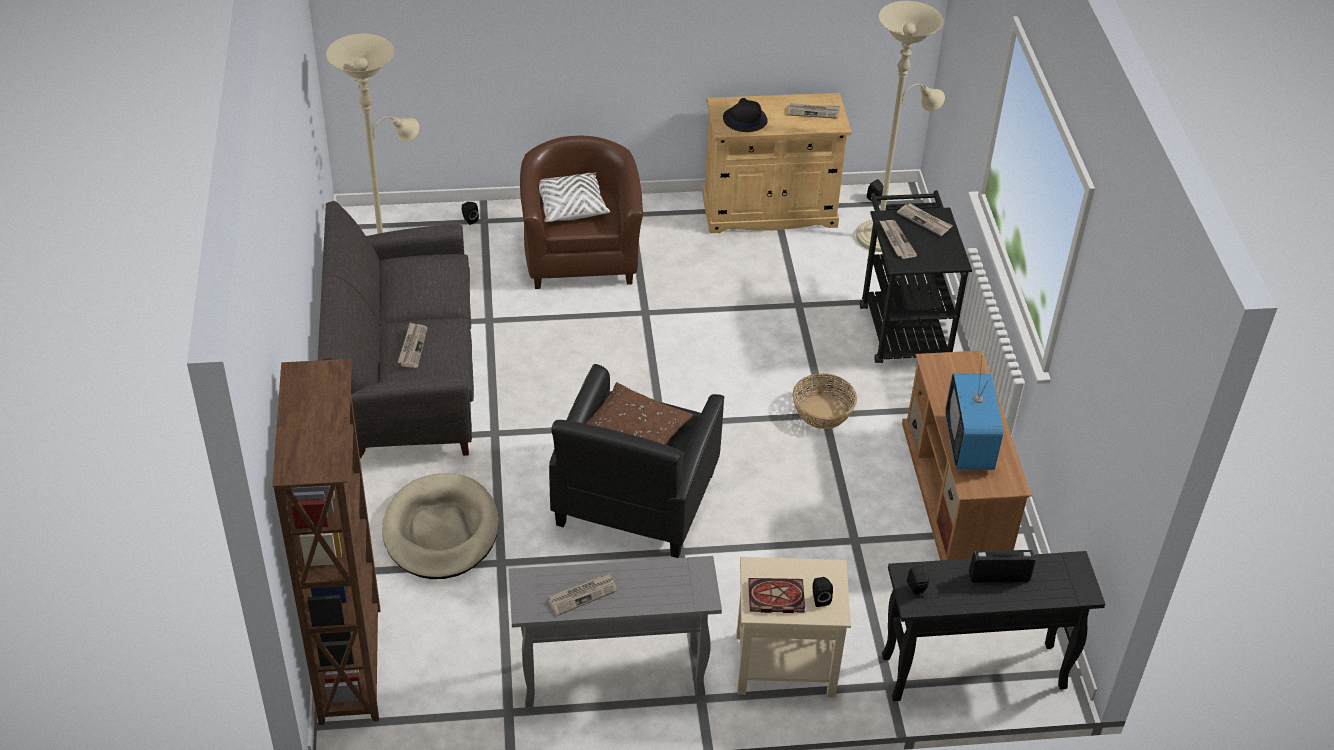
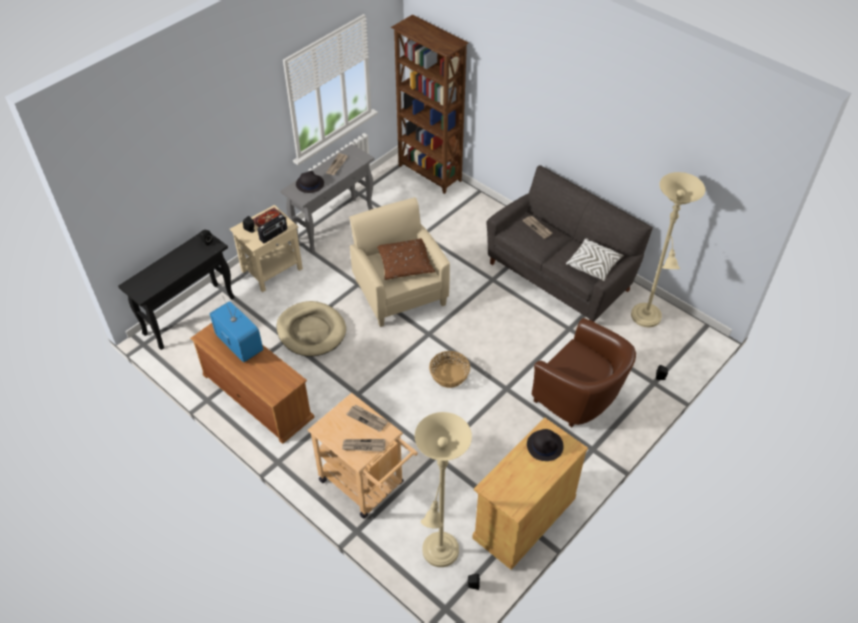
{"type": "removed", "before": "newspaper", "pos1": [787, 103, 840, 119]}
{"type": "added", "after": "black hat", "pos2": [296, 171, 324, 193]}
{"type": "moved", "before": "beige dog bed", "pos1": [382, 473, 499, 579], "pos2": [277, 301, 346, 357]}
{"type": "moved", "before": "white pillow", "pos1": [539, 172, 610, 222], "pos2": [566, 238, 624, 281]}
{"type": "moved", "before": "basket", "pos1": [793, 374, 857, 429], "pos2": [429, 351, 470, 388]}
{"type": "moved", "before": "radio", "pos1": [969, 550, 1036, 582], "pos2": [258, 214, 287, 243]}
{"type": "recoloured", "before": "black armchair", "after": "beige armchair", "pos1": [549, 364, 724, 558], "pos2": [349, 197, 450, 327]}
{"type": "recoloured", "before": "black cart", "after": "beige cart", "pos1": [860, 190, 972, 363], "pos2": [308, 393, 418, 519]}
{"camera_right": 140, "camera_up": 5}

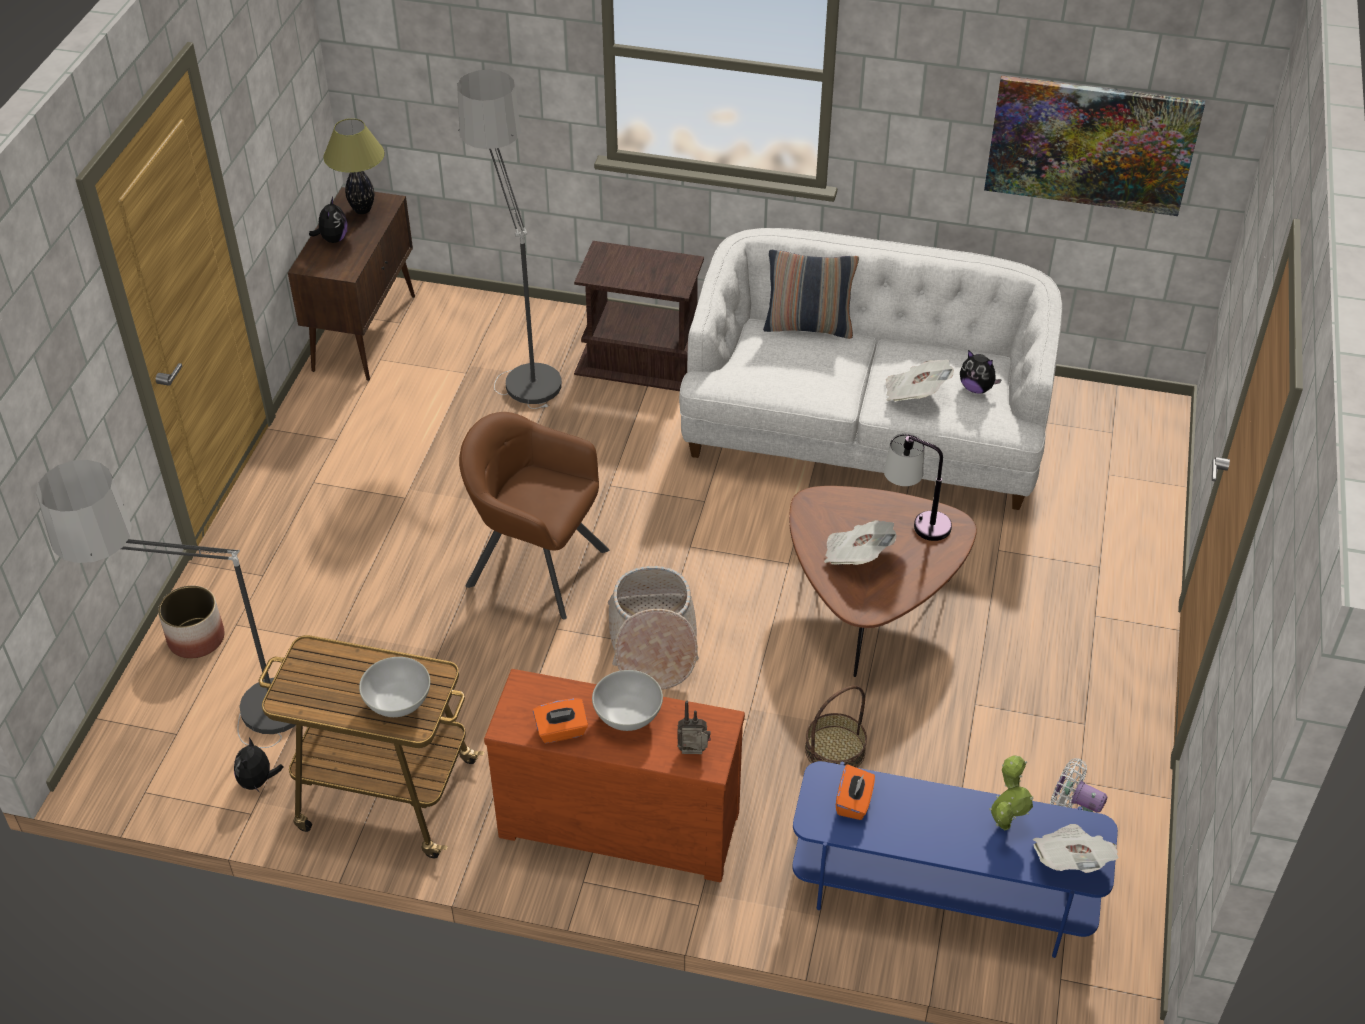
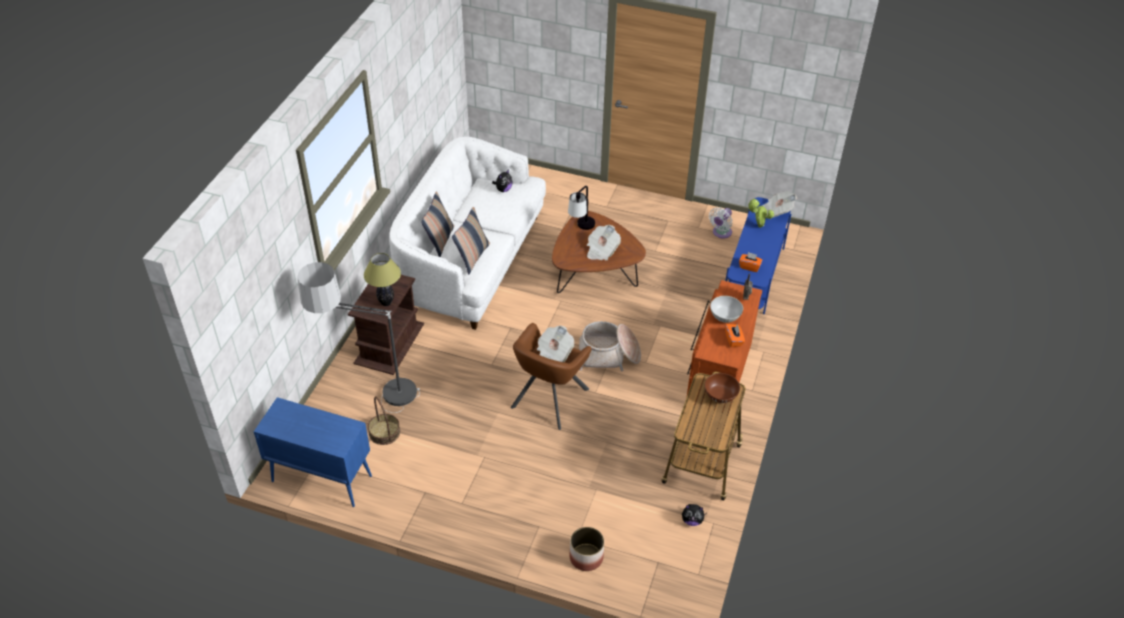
{"type": "removed", "before": "floor lamp", "pos1": [36, 460, 296, 748]}
{"type": "removed", "before": "plush toy", "pos1": [309, 197, 348, 243]}
{"type": "removed", "before": "picture", "pos1": [984, 75, 1205, 216]}
{"type": "added", "after": "pillow", "pos2": [452, 207, 490, 274]}
{"type": "moved", "before": "table lamp", "pos1": [323, 118, 384, 214], "pos2": [364, 253, 401, 306]}
{"type": "moved", "before": "basket", "pos1": [805, 685, 867, 768], "pos2": [368, 396, 400, 445]}
{"type": "moved", "before": "newspaper", "pos1": [886, 360, 954, 401], "pos2": [537, 325, 575, 362]}
{"type": "recoloured", "before": "brown cabinet", "after": "blue cabinet", "pos1": [288, 187, 415, 381], "pos2": [254, 397, 372, 507]}
{"type": "recoloured", "before": "white bowl", "after": "brown bowl", "pos1": [359, 657, 430, 717], "pos2": [705, 373, 740, 403]}
{"camera_right": -85, "camera_up": 0}

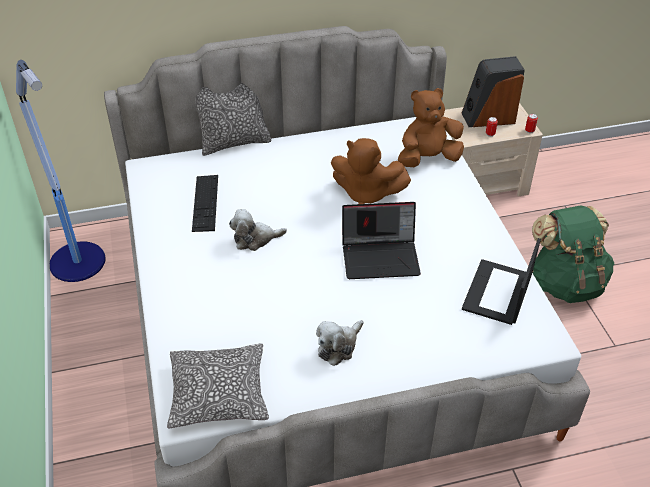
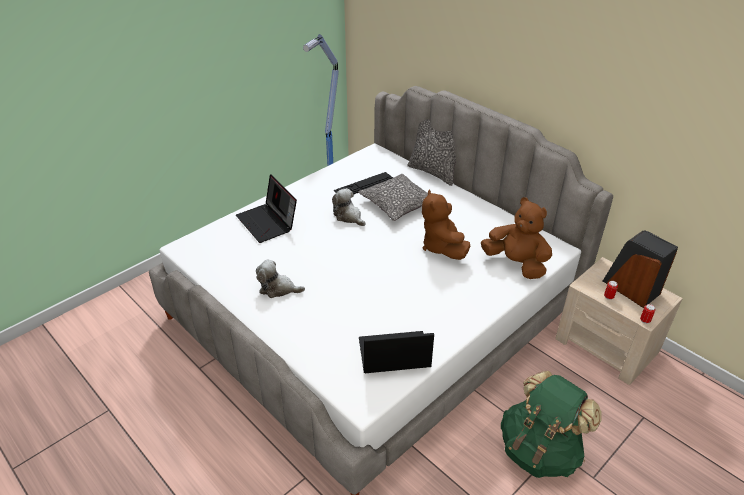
{"type": "moved", "before": "pillow", "pos1": [167, 343, 269, 428], "pos2": [358, 174, 428, 221]}
{"type": "moved", "before": "laptop", "pos1": [342, 202, 421, 279], "pos2": [236, 174, 297, 243]}
{"camera_right": 60, "camera_up": -5}

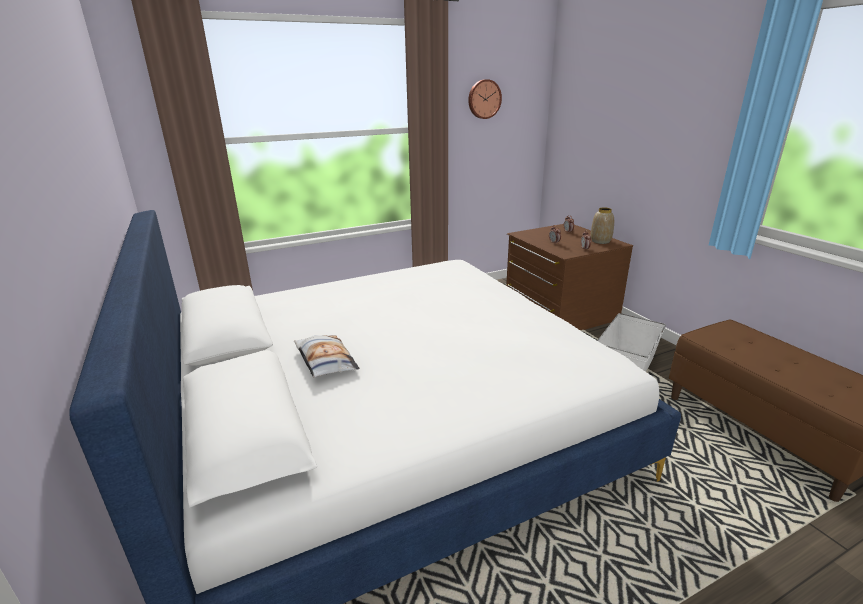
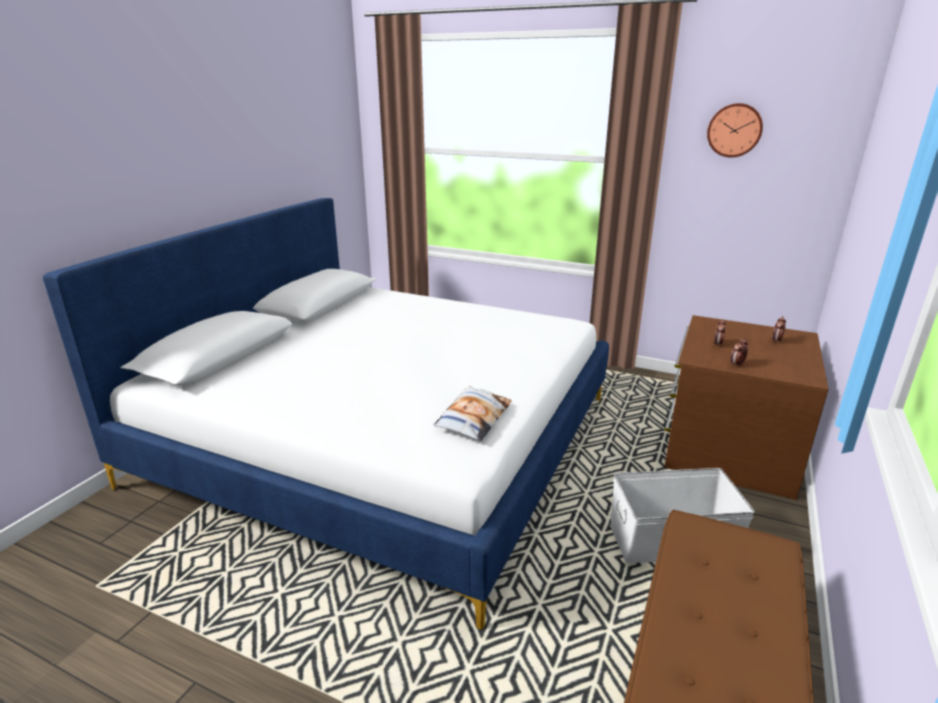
{"type": "removed", "before": "vase", "pos1": [591, 208, 614, 244]}
{"type": "moved", "before": "pillow", "pos1": [294, 335, 359, 378], "pos2": [434, 386, 511, 441]}
{"camera_right": 50, "camera_up": 0}

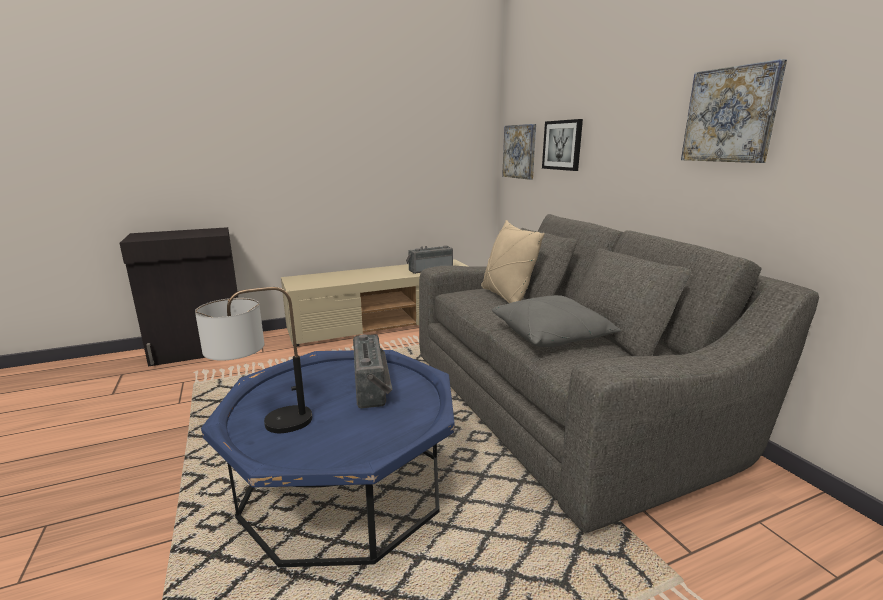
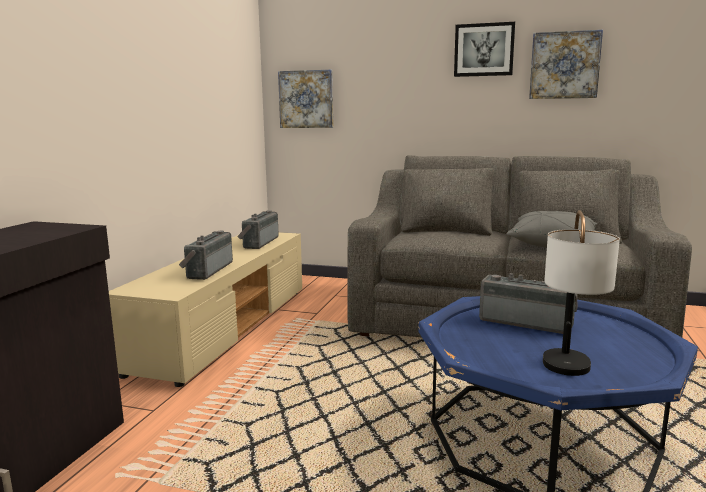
{"type": "removed", "before": "beige pillow", "pos1": [481, 220, 545, 303]}
{"type": "added", "after": "radio", "pos2": [179, 231, 233, 280]}
{"type": "moved", "before": "picture", "pos1": [542, 119, 583, 171], "pos2": [454, 22, 515, 77]}
{"camera_right": -50, "camera_up": -5}

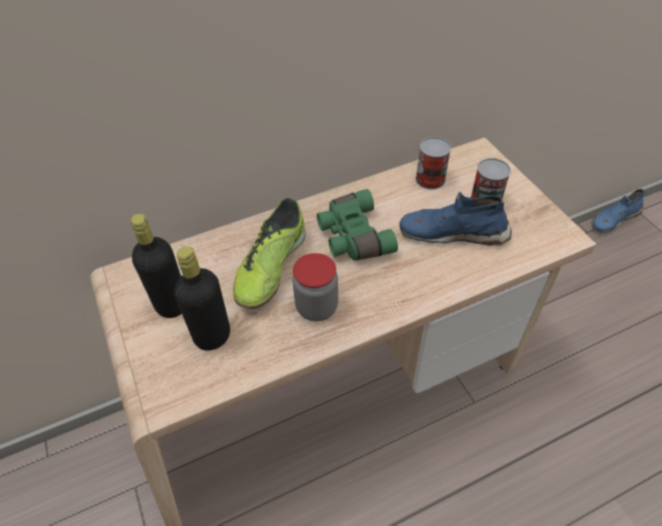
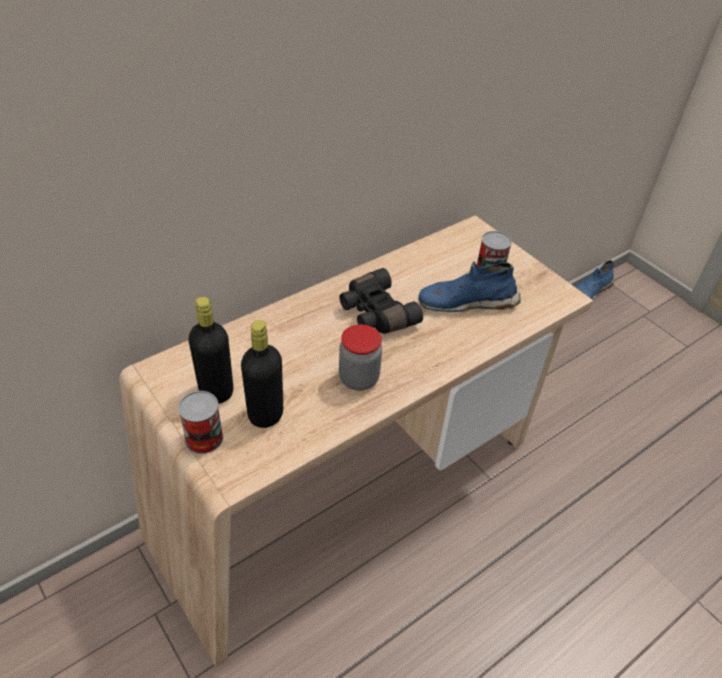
{"type": "removed", "before": "shoe", "pos1": [233, 198, 306, 309]}
{"type": "moved", "before": "can", "pos1": [416, 137, 451, 189], "pos2": [178, 391, 223, 454]}
{"type": "recoloured", "before": "green binoculars", "after": "black binoculars", "pos1": [317, 189, 398, 260], "pos2": [340, 268, 423, 334]}
{"camera_right": -15, "camera_up": -5}

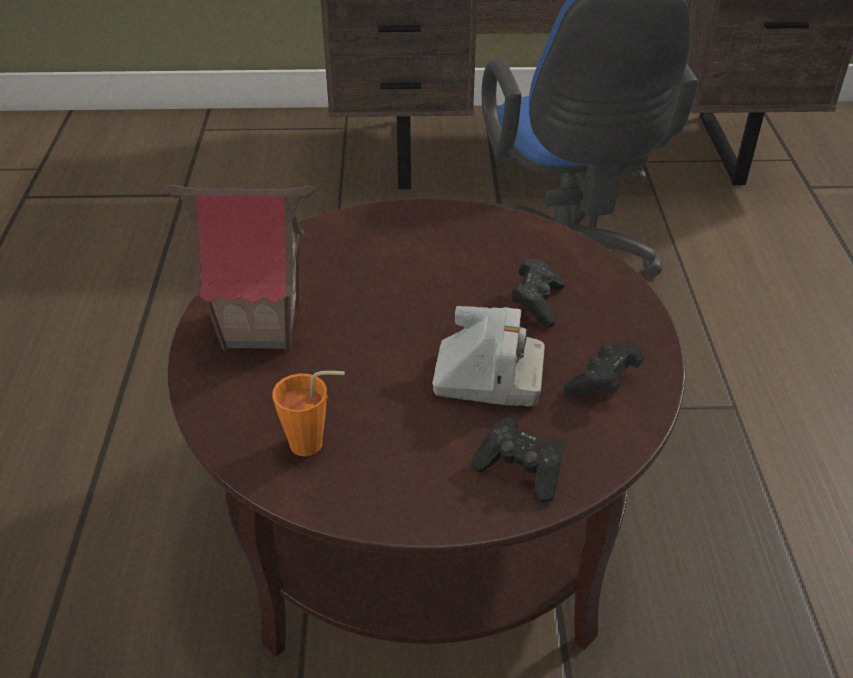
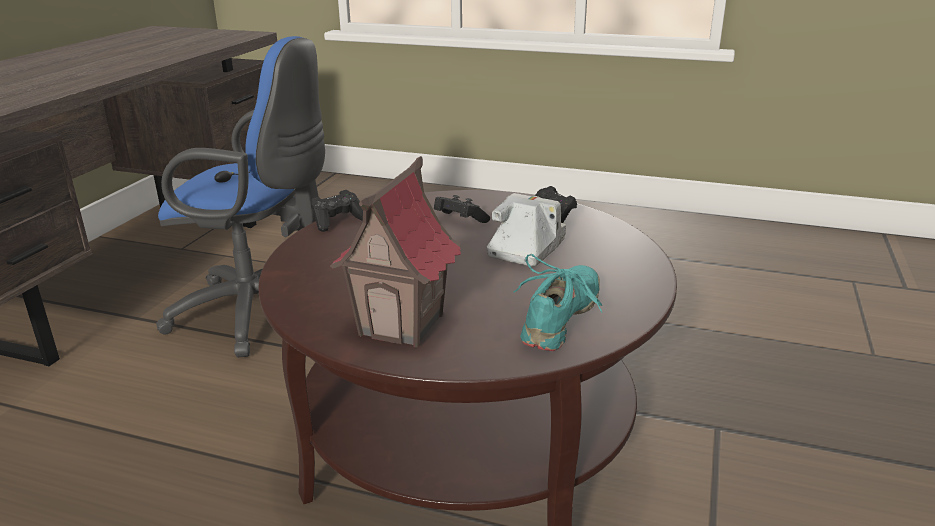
{"type": "moved", "before": "black game controller", "pos1": [471, 417, 564, 503], "pos2": [311, 190, 363, 232]}
{"type": "replaced", "before": "orange cup", "after": "turquoise shoe", "pos1": [272, 371, 345, 456], "pos2": [514, 254, 602, 351]}
{"camera_right": -70, "camera_up": -15}

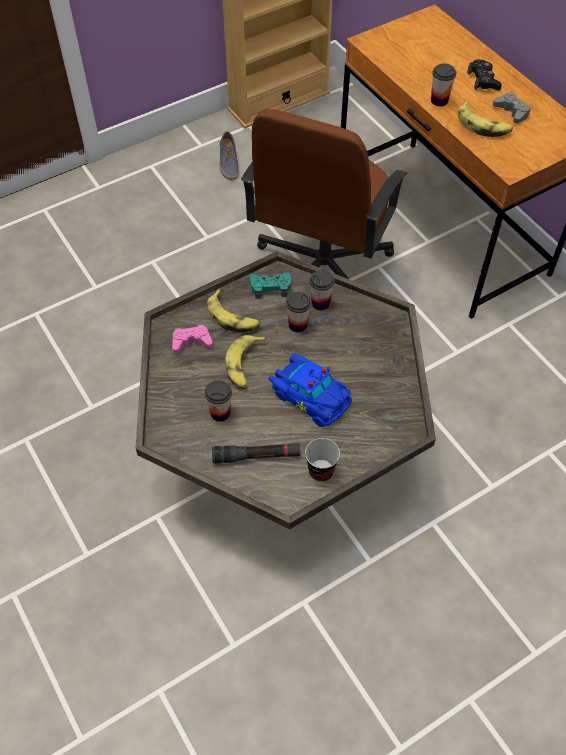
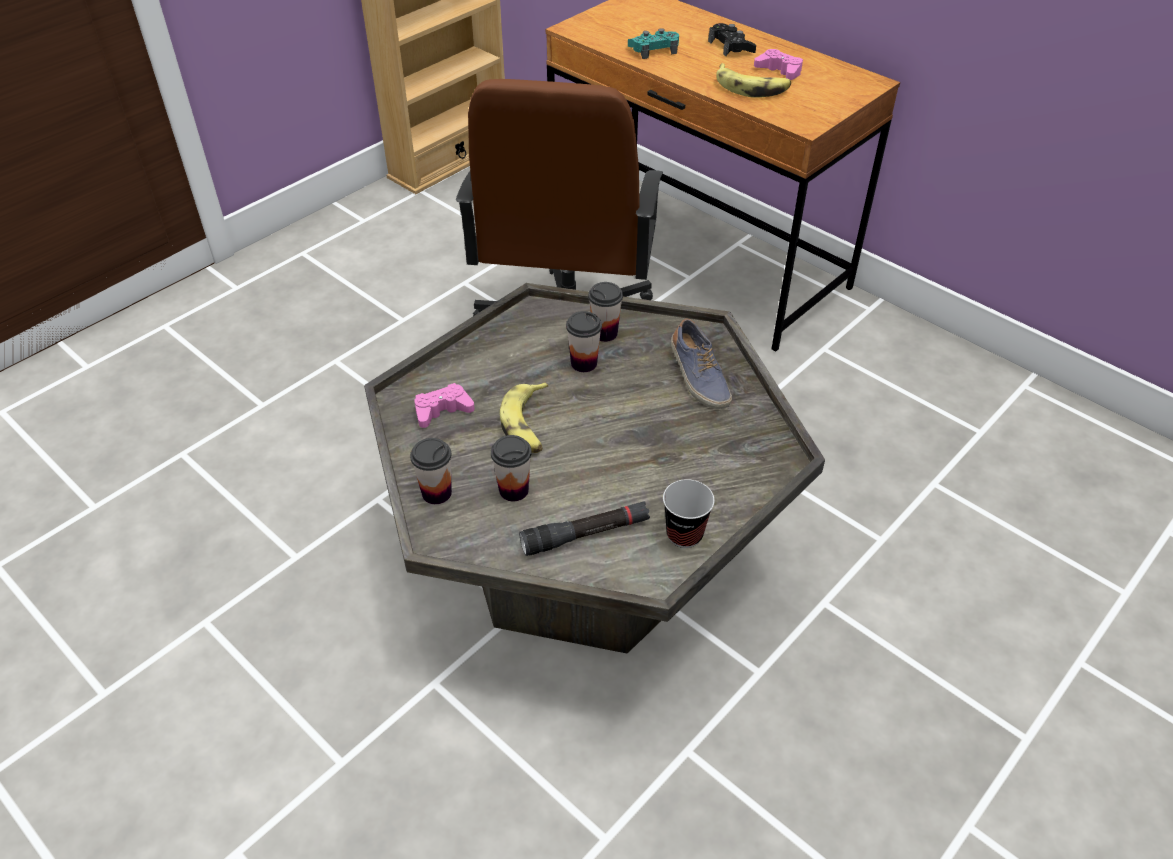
{"type": "removed", "before": "banana", "pos1": [207, 289, 260, 332]}
{"type": "removed", "before": "blue toy car", "pos1": [268, 353, 353, 427]}
{"type": "moved", "before": "shoe", "pos1": [219, 131, 239, 180], "pos2": [671, 318, 732, 409]}
{"type": "moved", "before": "turquoise game controller", "pos1": [250, 273, 291, 299], "pos2": [628, 28, 679, 59]}
{"type": "moved", "before": "cup", "pos1": [431, 63, 456, 106], "pos2": [410, 438, 452, 504]}
{"type": "recoloured", "before": "grey game controller", "after": "pink game controller", "pos1": [493, 93, 531, 124], "pos2": [754, 49, 803, 80]}
{"camera_right": -15, "camera_up": -10}

